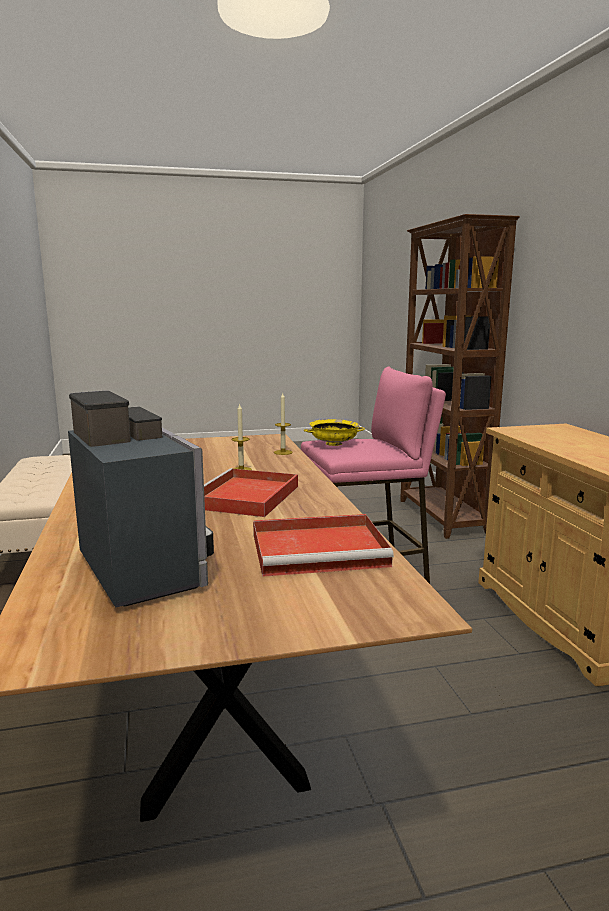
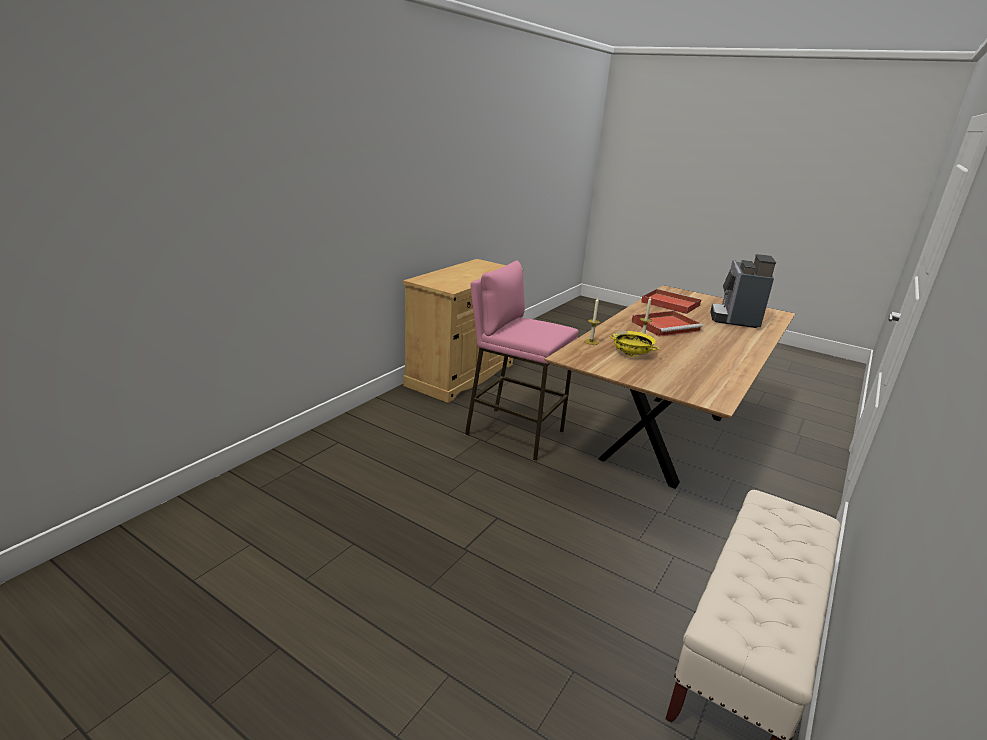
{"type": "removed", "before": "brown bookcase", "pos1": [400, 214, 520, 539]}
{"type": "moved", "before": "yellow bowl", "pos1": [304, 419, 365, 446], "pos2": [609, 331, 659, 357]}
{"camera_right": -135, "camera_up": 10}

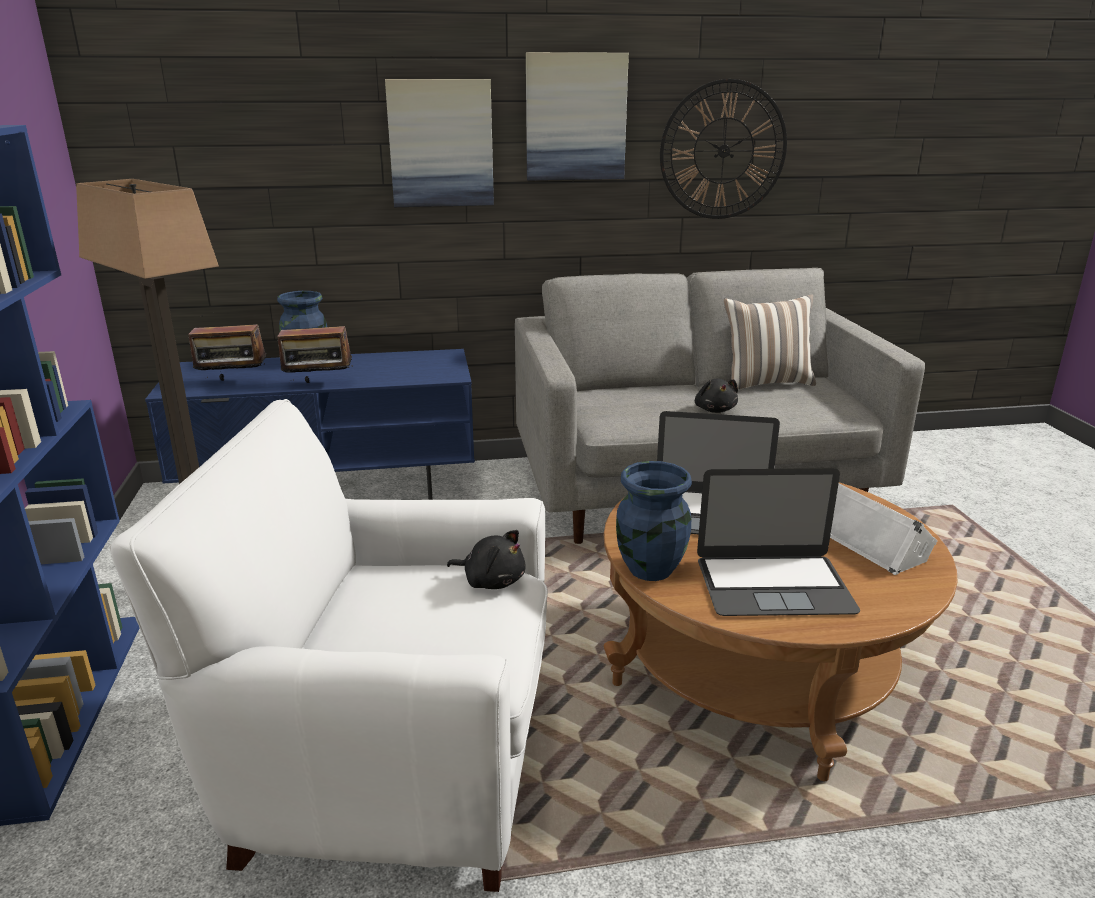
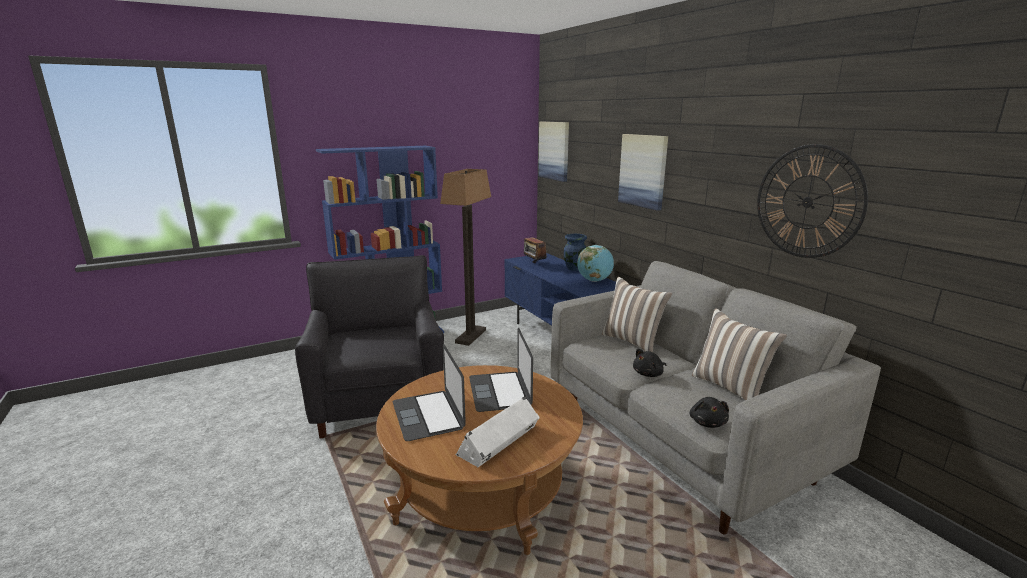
{"type": "removed", "before": "radio", "pos1": [277, 317, 353, 383]}
{"type": "removed", "before": "blue vase", "pos1": [616, 461, 692, 581]}
{"type": "added", "after": "globe", "pos2": [577, 245, 614, 282]}
{"type": "added", "after": "pillow", "pos2": [602, 277, 672, 352]}
{"type": "moved", "before": "black plush toy", "pos1": [447, 530, 526, 589], "pos2": [690, 397, 729, 428]}
{"type": "moved", "before": "picture", "pos1": [526, 52, 629, 181], "pos2": [538, 122, 569, 182]}
{"type": "recoloured", "before": "white armchair", "after": "black armchair", "pos1": [109, 399, 548, 892], "pos2": [295, 255, 444, 439]}
{"camera_right": 70, "camera_up": -5}

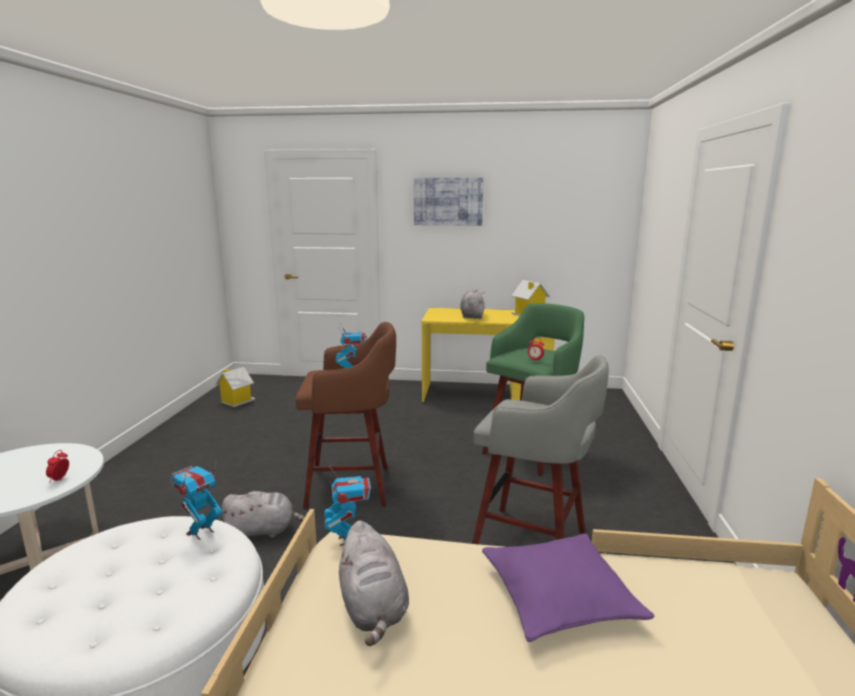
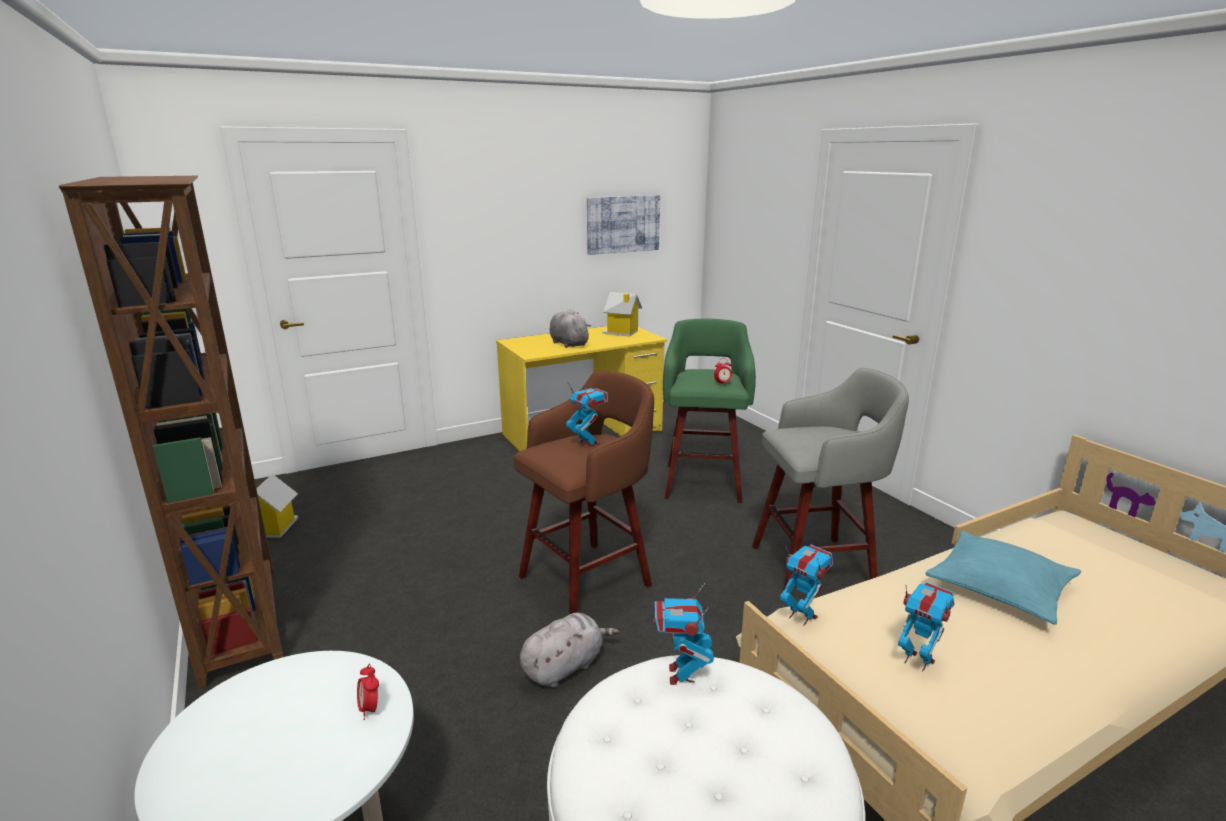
{"type": "added", "after": "brown bookcase", "pos2": [59, 176, 284, 689]}
{"type": "moved", "before": "picture", "pos1": [414, 178, 484, 226], "pos2": [587, 195, 660, 255]}
{"type": "replaced", "before": "grey plush toy", "after": "toy robot", "pos1": [338, 520, 409, 646], "pos2": [898, 582, 955, 672]}
{"type": "recoloured", "before": "purple pillow", "after": "turquoise pillow", "pos1": [482, 534, 655, 642], "pos2": [925, 531, 1081, 625]}
{"camera_right": -35, "camera_up": 5}

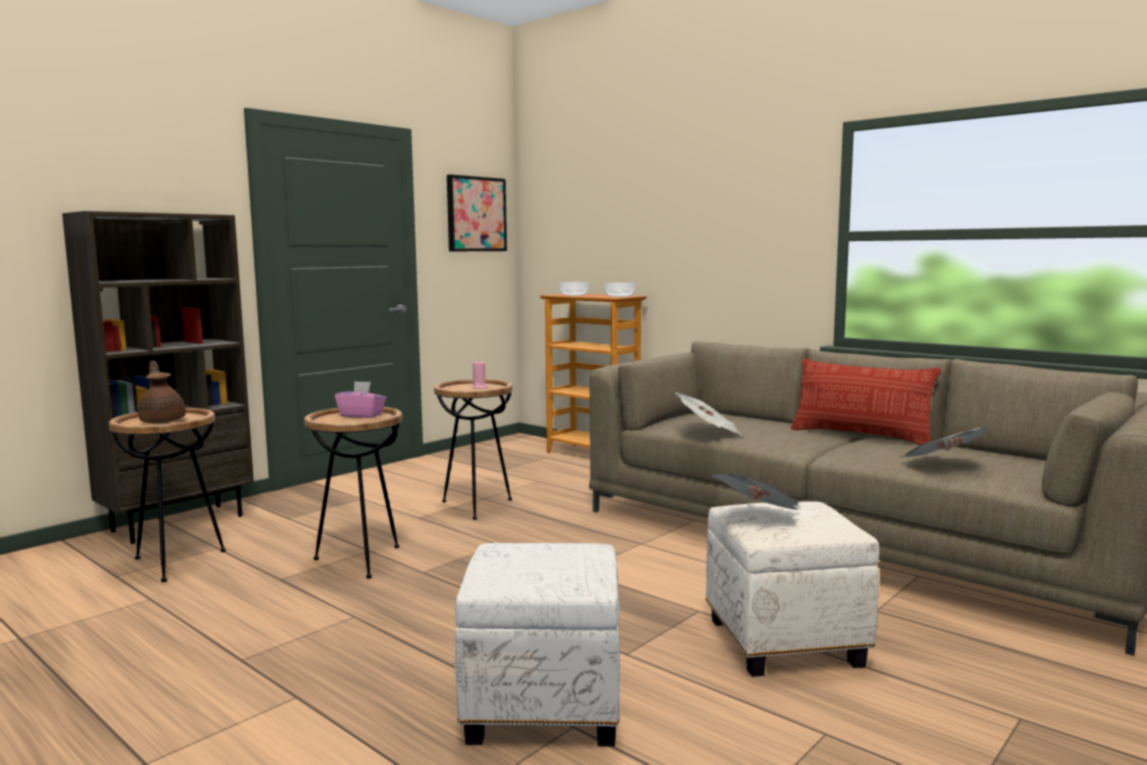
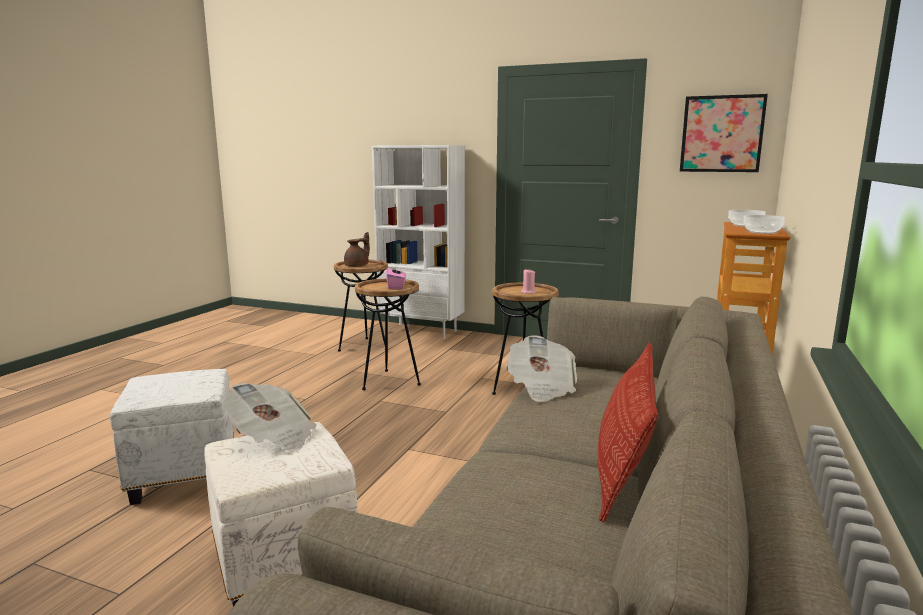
{"type": "removed", "before": "newspaper", "pos1": [901, 427, 990, 457]}
{"type": "recoloured", "before": "brown bookcase", "after": "white bookcase", "pos1": [62, 211, 254, 544], "pos2": [372, 145, 465, 339]}
{"camera_right": 70, "camera_up": 5}

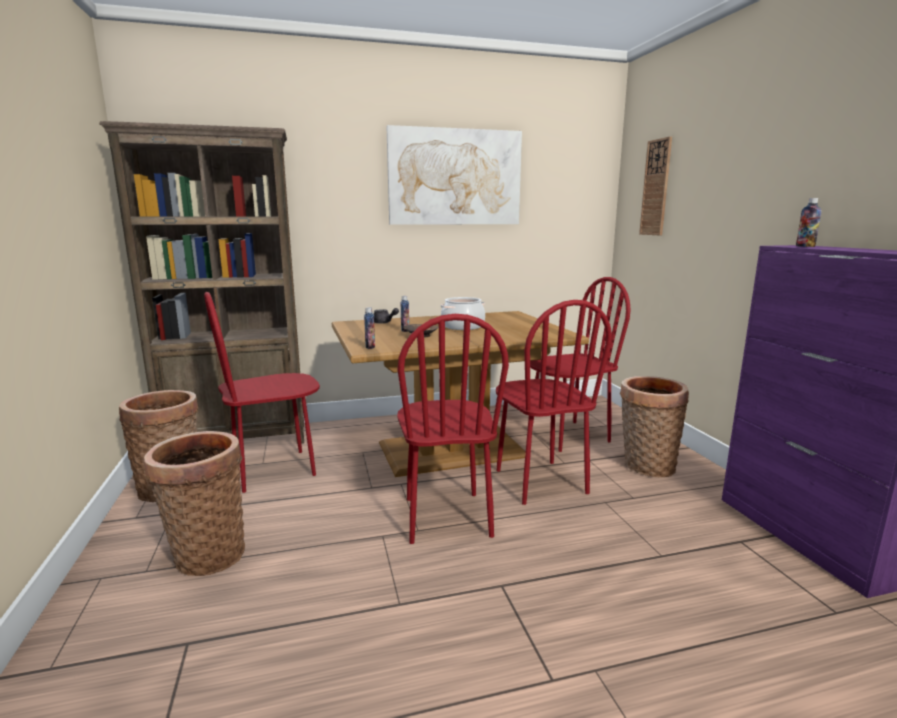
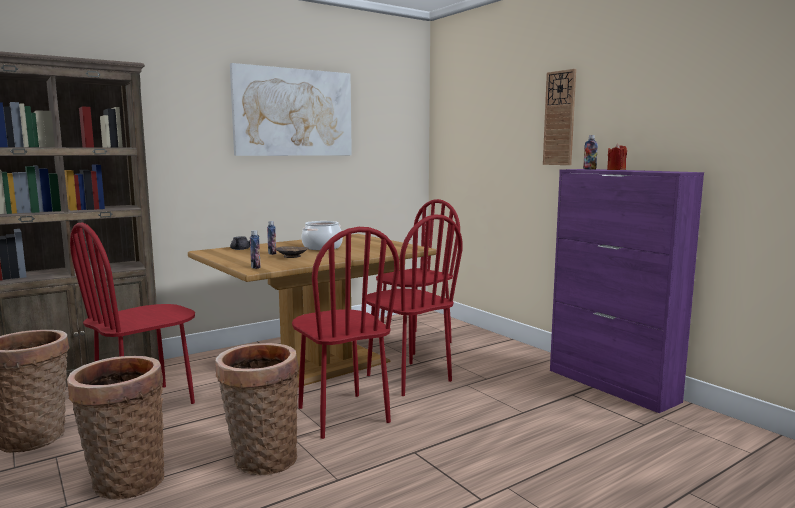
{"type": "added", "after": "red candle", "pos2": [607, 144, 627, 170]}
{"type": "moved", "before": "basket", "pos1": [620, 376, 689, 478], "pos2": [216, 343, 299, 475]}
{"type": "moved", "before": "wall clock", "pos1": [639, 136, 672, 236], "pos2": [543, 69, 576, 165]}
{"camera_right": -20, "camera_up": -5}

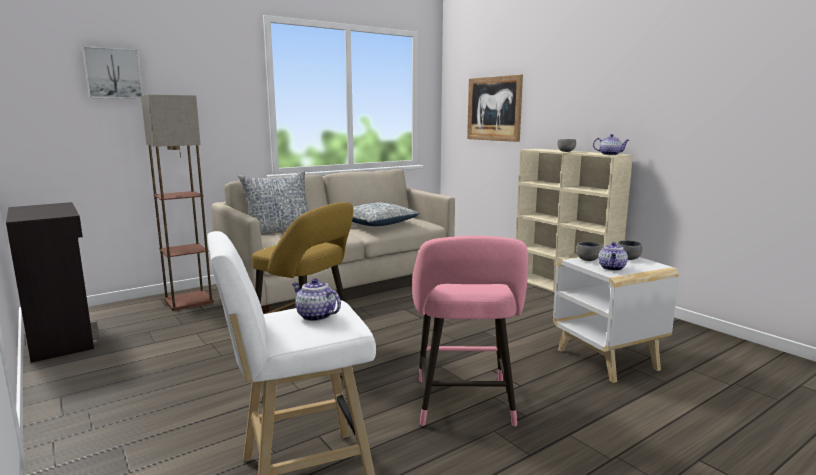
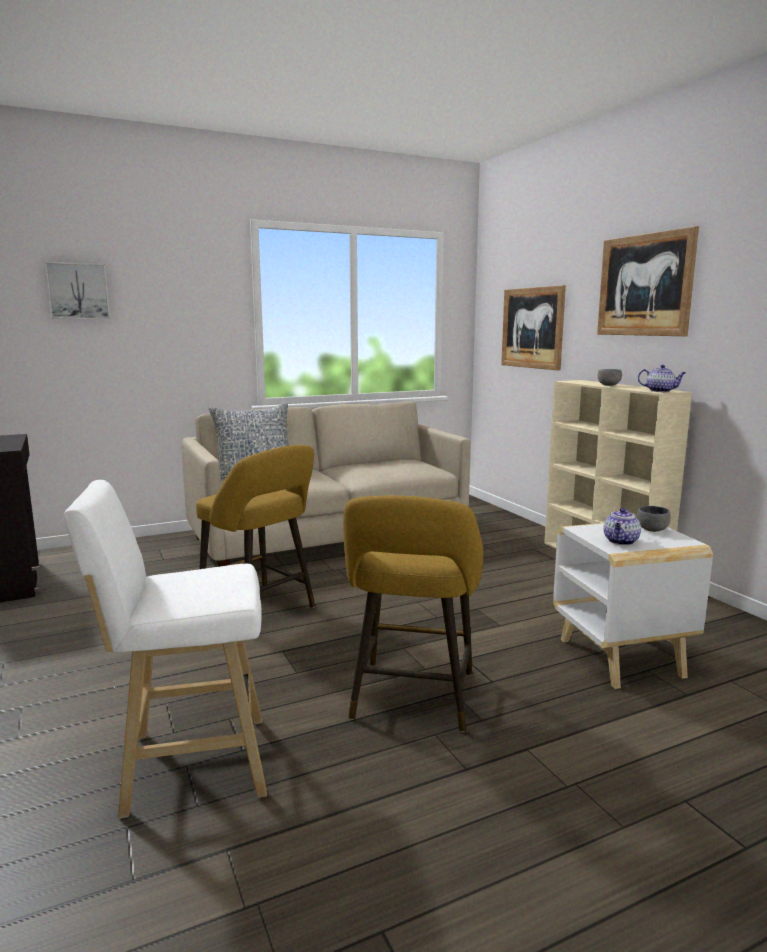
{"type": "removed", "before": "floor lamp", "pos1": [141, 95, 214, 311]}
{"type": "removed", "before": "teapot", "pos1": [292, 278, 341, 321]}
{"type": "removed", "before": "pillow", "pos1": [352, 202, 419, 226]}
{"type": "removed", "before": "grey bowl", "pos1": [576, 242, 602, 261]}
{"type": "added", "after": "picture", "pos2": [597, 226, 699, 336]}
{"type": "recoloured", "before": "pink stool", "after": "yellow stool", "pos1": [412, 236, 528, 427], "pos2": [343, 496, 483, 732]}
{"camera_right": 10, "camera_up": 0}

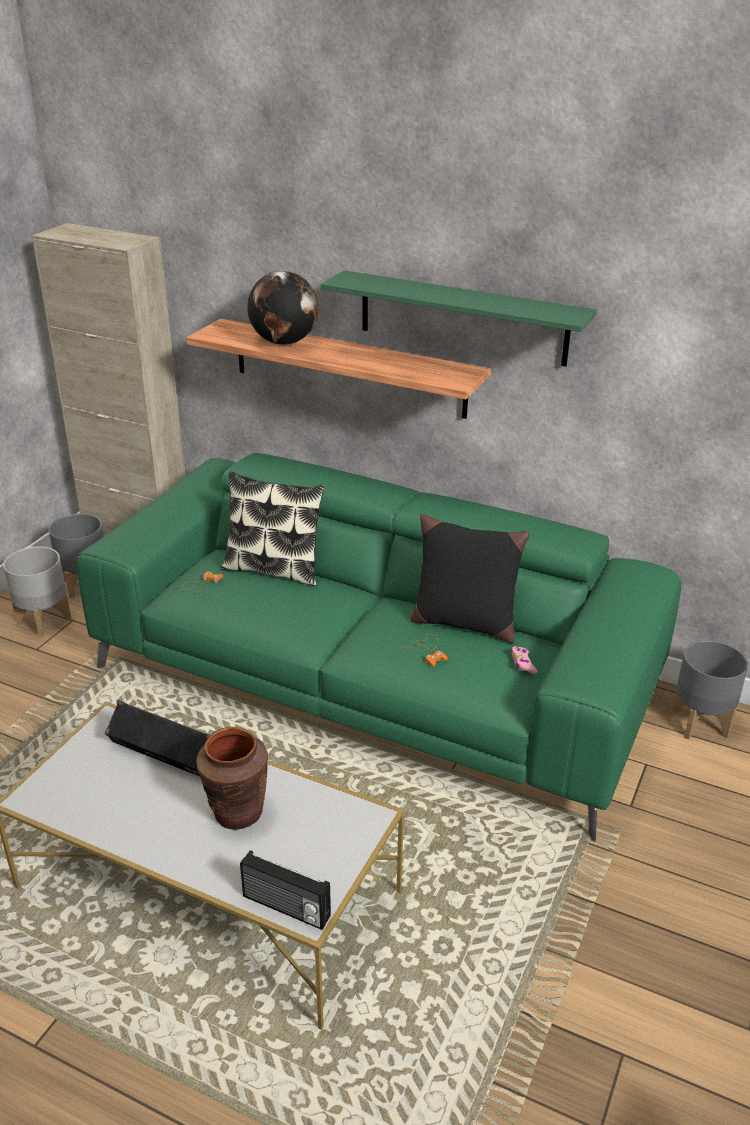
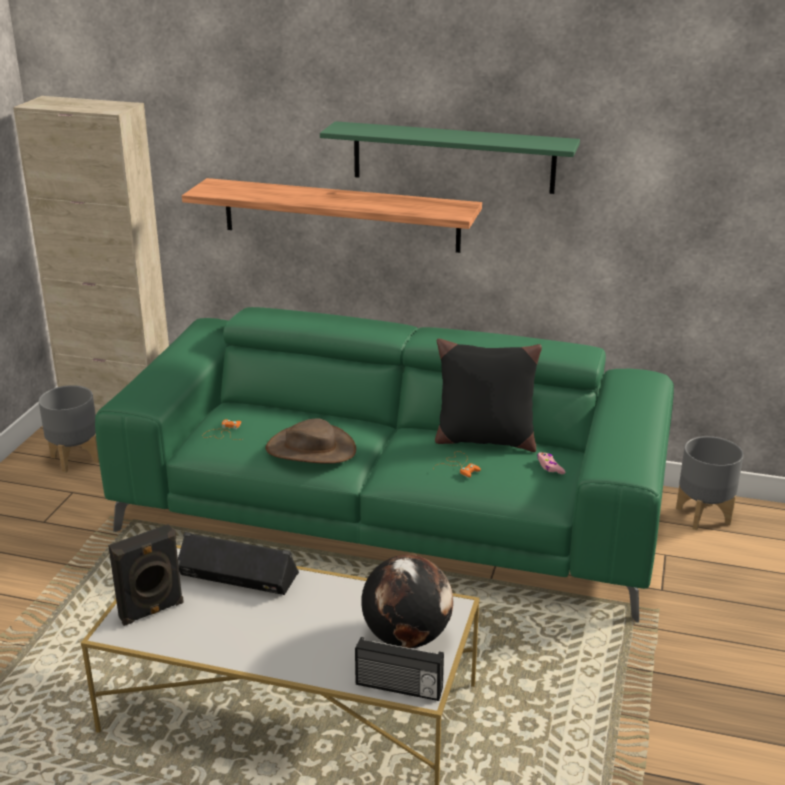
{"type": "removed", "before": "grey planter", "pos1": [3, 546, 71, 637]}
{"type": "removed", "before": "brown vase", "pos1": [196, 727, 268, 830]}
{"type": "removed", "before": "pillow", "pos1": [221, 471, 325, 586]}
{"type": "added", "after": "black speaker", "pos2": [108, 524, 184, 626]}
{"type": "added", "after": "brown hat", "pos2": [266, 419, 356, 464]}
{"type": "moved", "before": "globe", "pos1": [247, 271, 318, 345], "pos2": [361, 555, 453, 648]}
{"camera_right": -10, "camera_up": -5}

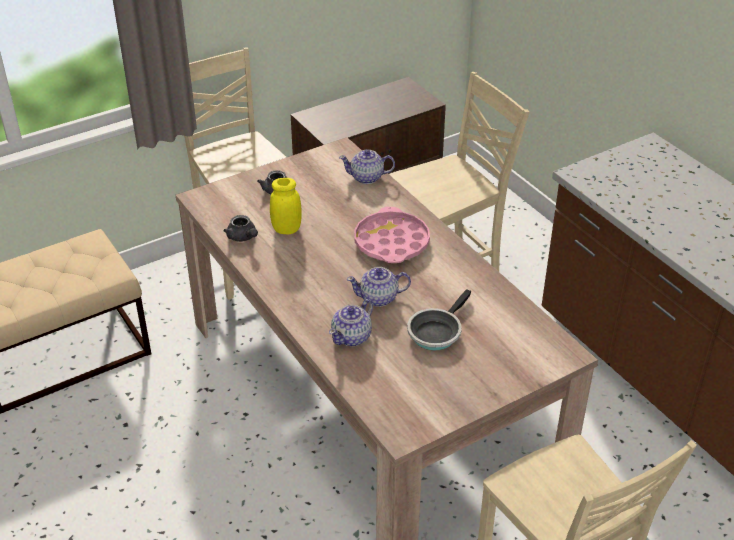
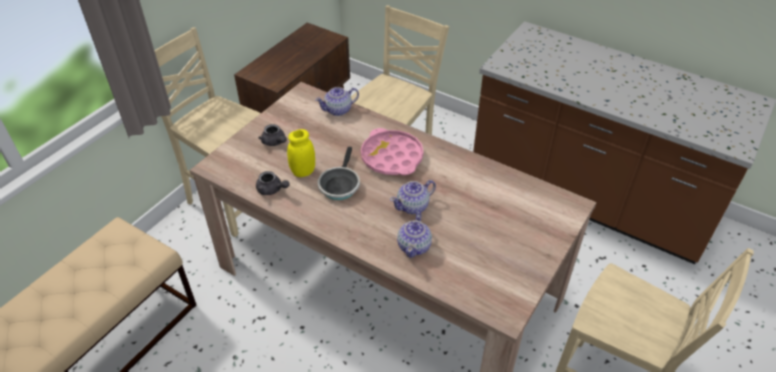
{"type": "moved", "before": "frying pan", "pos1": [407, 289, 471, 350], "pos2": [318, 147, 360, 200]}
{"camera_right": -25, "camera_up": 5}

